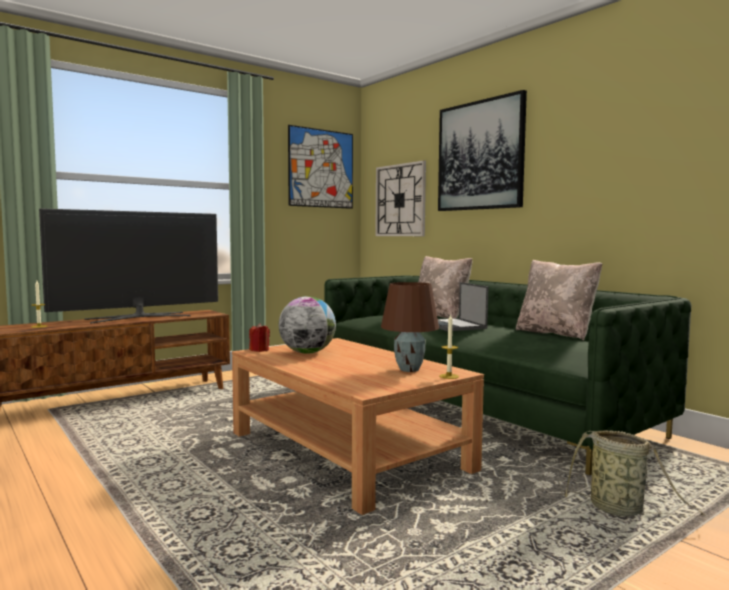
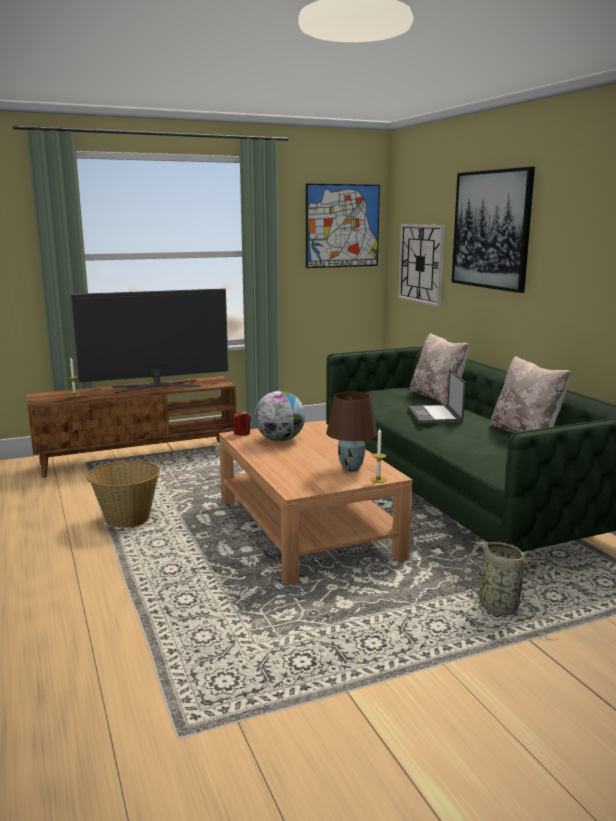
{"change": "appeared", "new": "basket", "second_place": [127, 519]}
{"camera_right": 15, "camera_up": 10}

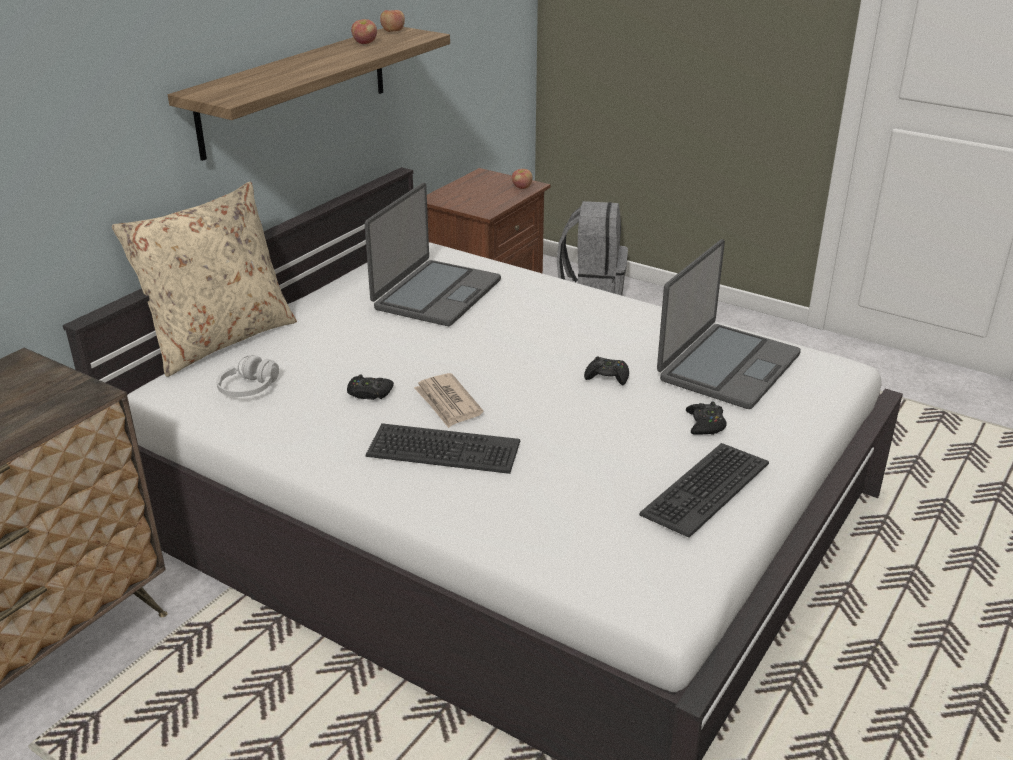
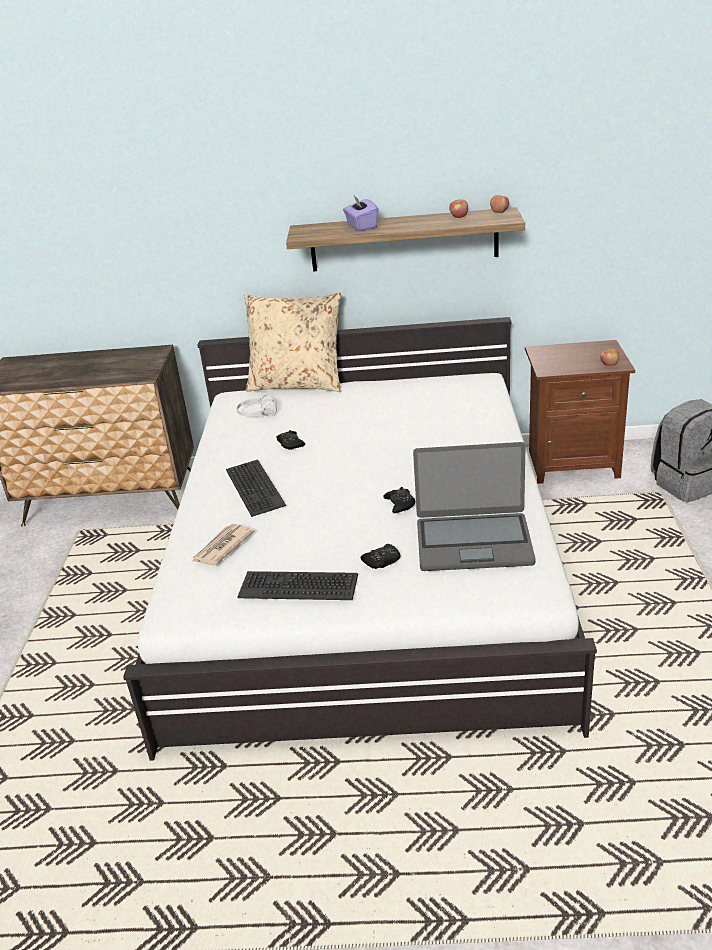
{"change": "missing", "old": "notebook computer", "first_place": [436, 294]}
{"change": "relocated", "old": "printed paper", "first_place": [448, 403], "second_place": [222, 547]}
{"change": "appeared", "new": "purplish tissue box", "second_place": [361, 226]}
{"camera_right": 60, "camera_up": 0}

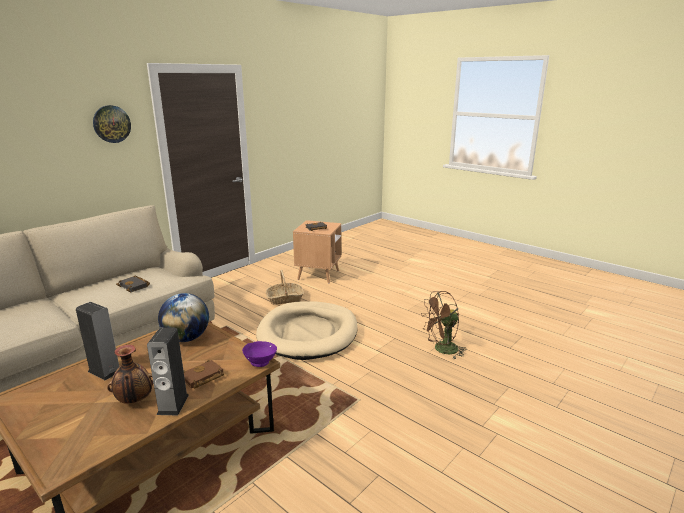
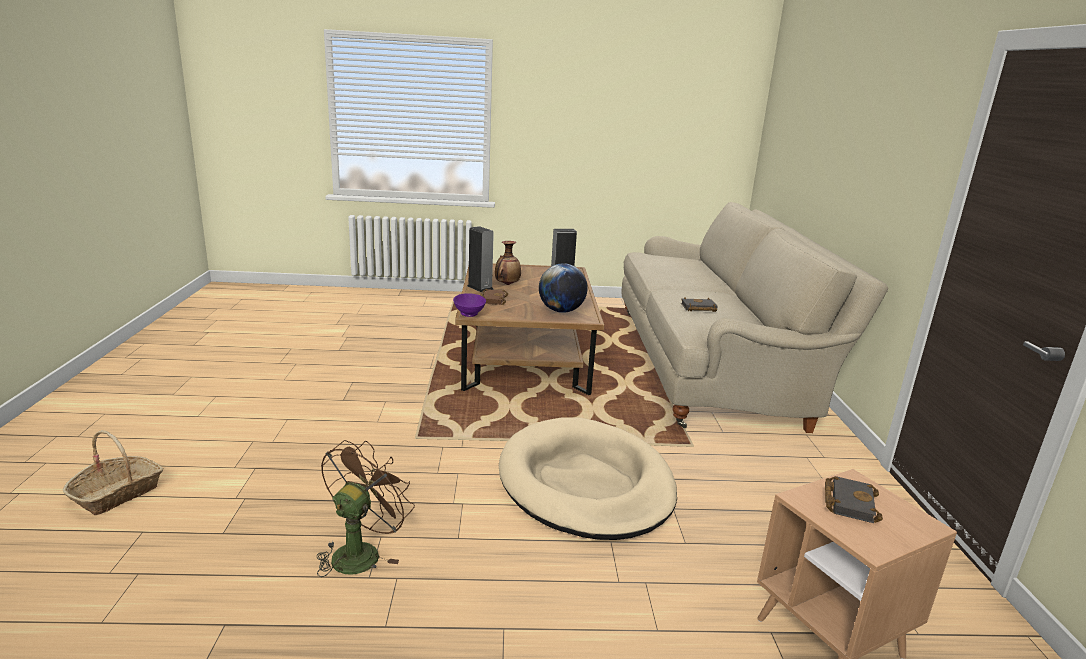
{"change": "missing", "old": "wall clock", "first_place": [111, 124]}
{"change": "relocated", "old": "basket", "first_place": [284, 299], "second_place": [117, 493]}
{"camera_right": 135, "camera_up": 0}

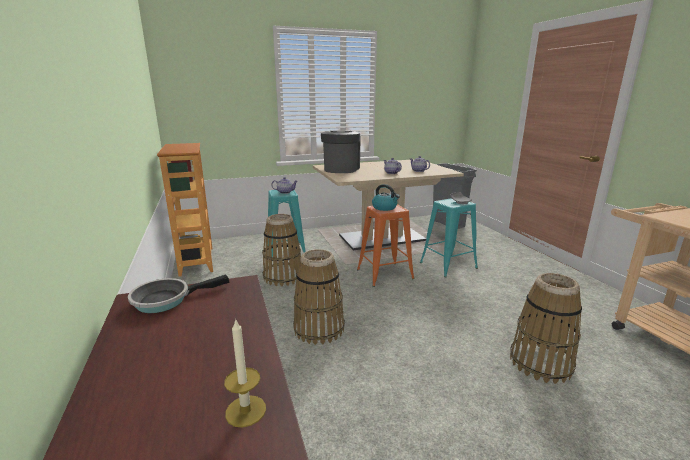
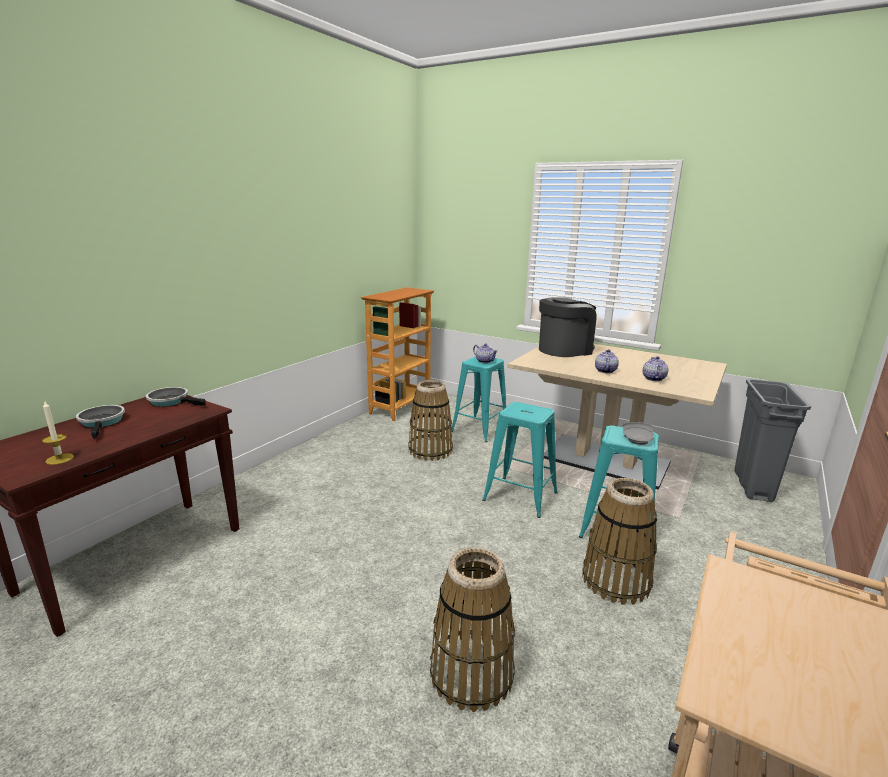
{"change": "relocated", "old": "basket", "first_place": [319, 329], "second_place": [616, 580]}
{"change": "colour", "old": "orange stool", "new": "blue-green stool", "first_place": [385, 274], "second_place": [521, 497]}
{"change": "missing", "old": "kettle", "first_place": [385, 208]}
{"change": "appeared", "new": "frying pan", "second_place": [102, 422]}
{"camera_right": 50, "camera_up": 0}

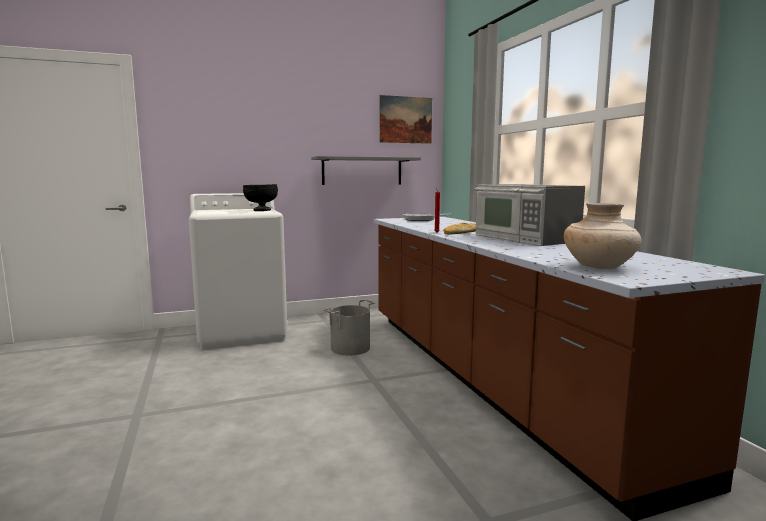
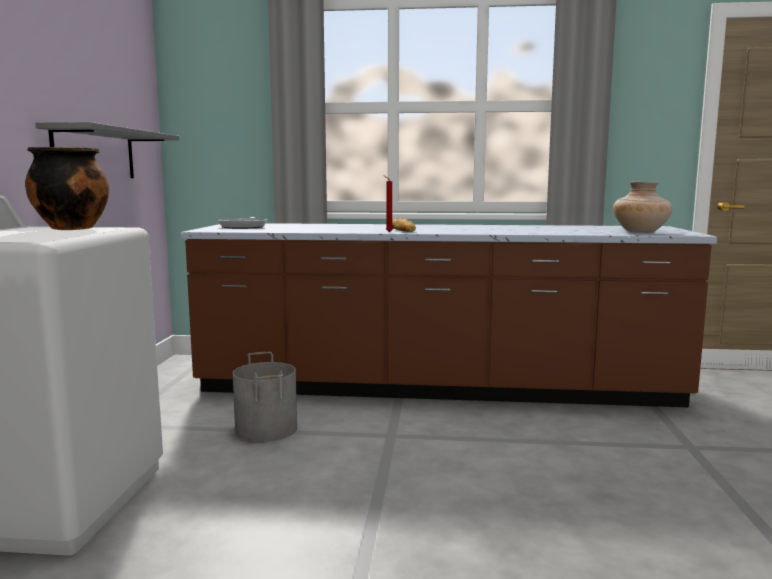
{"change": "exchanged", "old": "blackish bowl", "new": "stockpot", "first_place": [261, 210], "second_place": [71, 228]}
{"change": "missing", "old": "picture", "first_place": [405, 120]}
{"change": "missing", "old": "kitchen microwave", "first_place": [524, 238]}
{"camera_right": -65, "camera_up": 0}

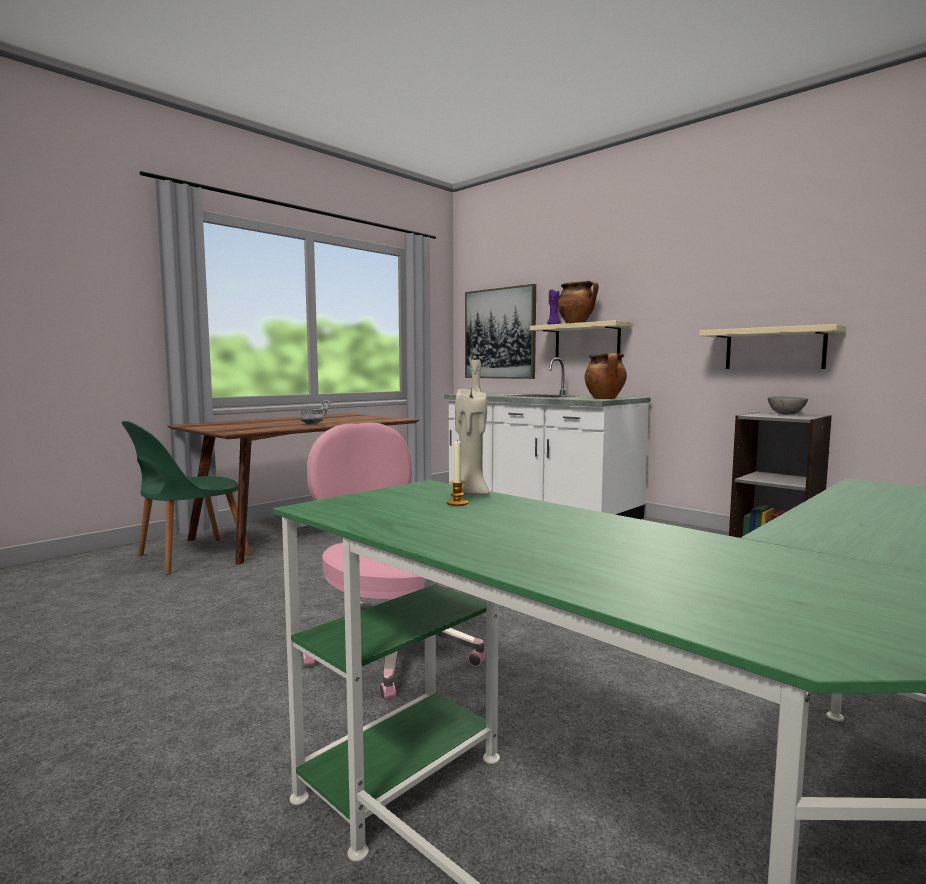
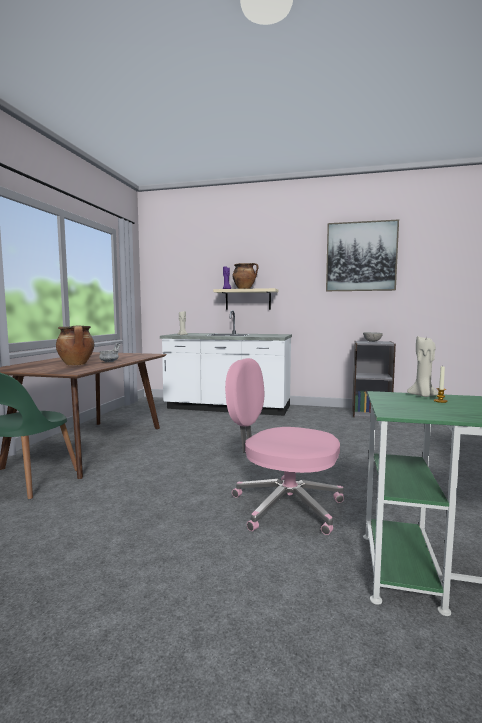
{"change": "relocated", "old": "picture", "first_place": [500, 333], "second_place": [361, 256]}
{"change": "relocated", "old": "stockpot", "first_place": [605, 399], "second_place": [76, 364]}
{"change": "missing", "old": "beige-coloured wall shelf", "first_place": [774, 349]}
{"camera_right": -30, "camera_up": 0}

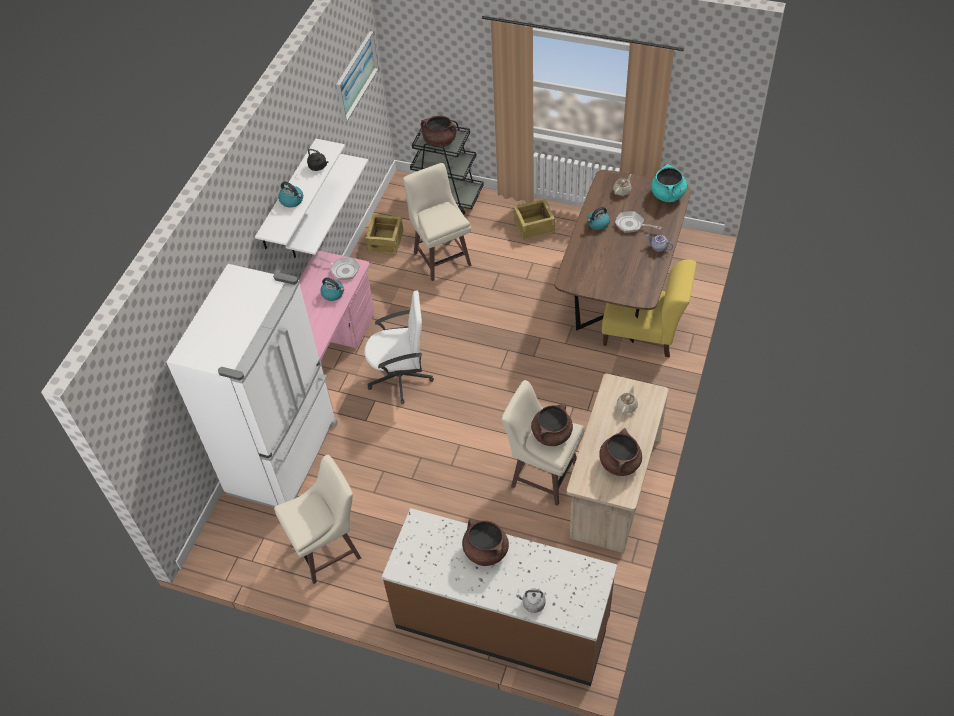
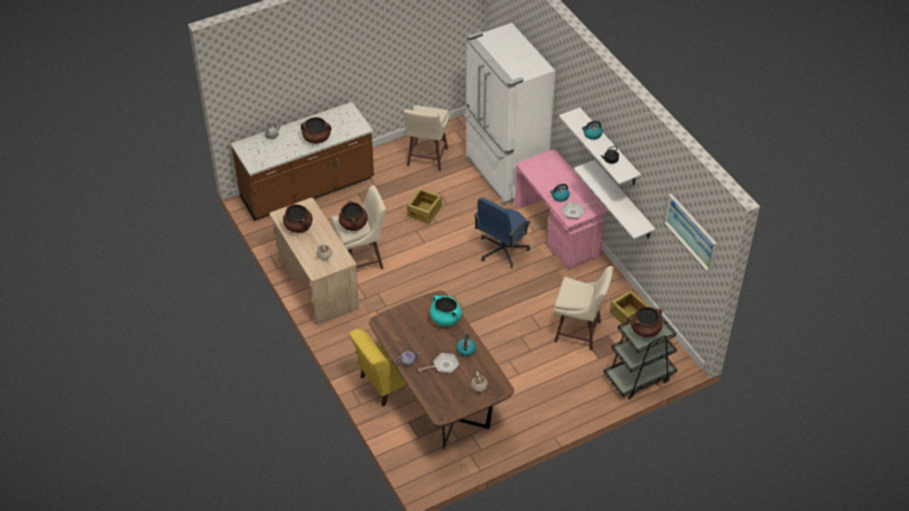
{"change": "colour", "old": "whitish office chair", "new": "bluish office chair", "first_place": [401, 377], "second_place": [502, 250]}
{"change": "relocated", "old": "shipping crate", "first_place": [533, 226], "second_place": [425, 211]}
{"change": "relocated", "old": "blue-green stockpot", "first_place": [667, 195], "second_place": [445, 319]}
{"camera_right": 130, "camera_up": -5}

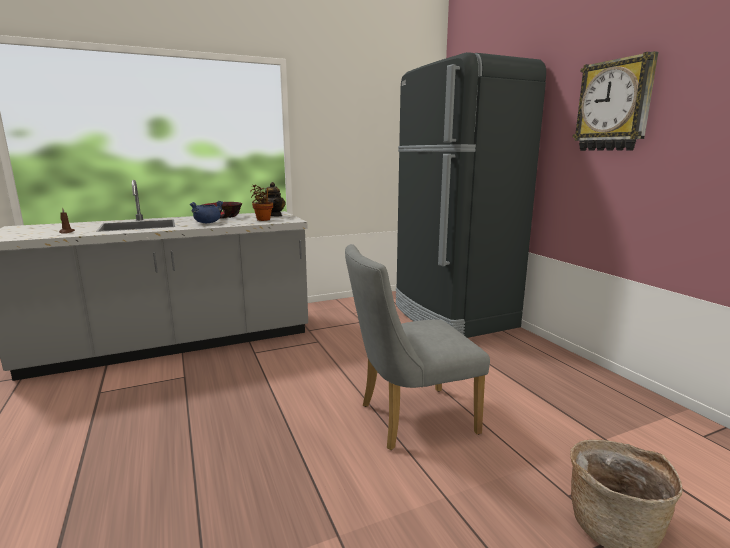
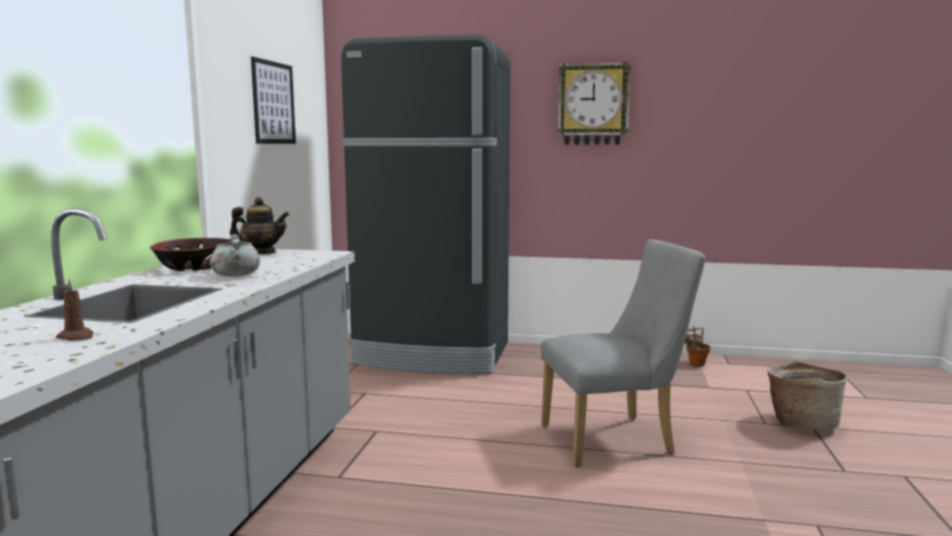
{"change": "colour", "old": "bluish stockpot", "new": "gray stockpot", "first_place": [207, 223], "second_place": [235, 275]}
{"change": "relocated", "old": "houseplant", "first_place": [263, 219], "second_place": [695, 364]}
{"change": "spun", "old": "gray chair", "first_place": [409, 419], "second_place": [616, 439], "degrees": -120}
{"change": "appeared", "new": "picture", "second_place": [273, 103]}
{"camera_right": -55, "camera_up": -5}

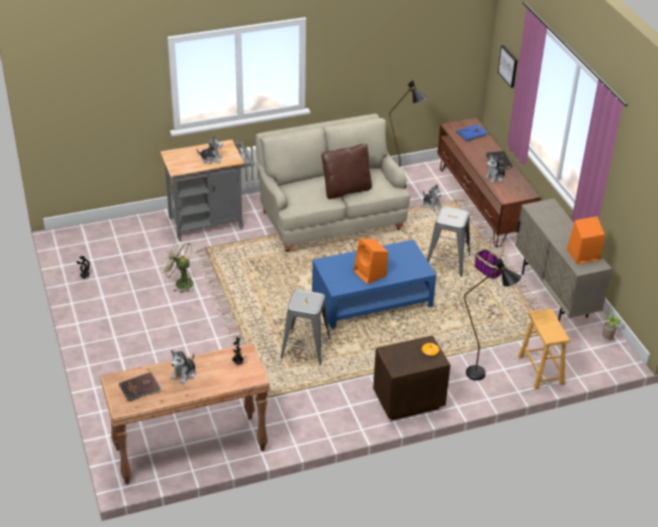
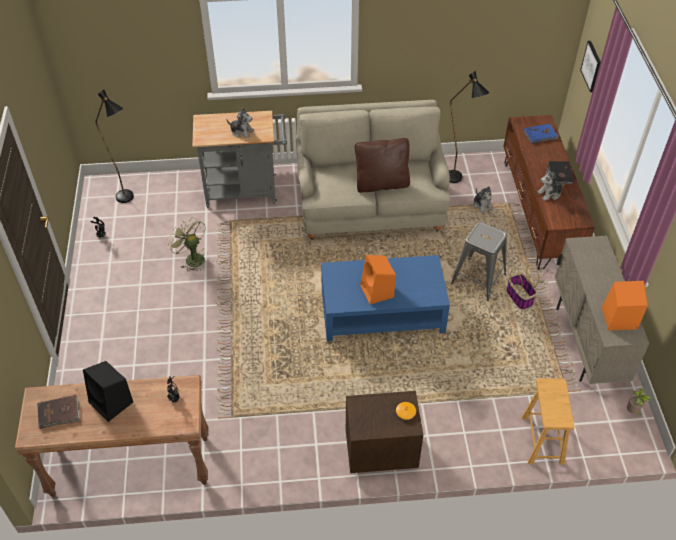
{"change": "exchanged", "old": "cuddly toy", "new": "blackish audio speaker", "first_place": [184, 374], "second_place": [112, 403]}
{"change": "missing", "old": "gray stool", "first_place": [305, 348]}
{"change": "relocated", "old": "blackish standard lamp", "first_place": [482, 376], "second_place": [129, 199]}
{"camera_right": 15, "camera_up": 10}

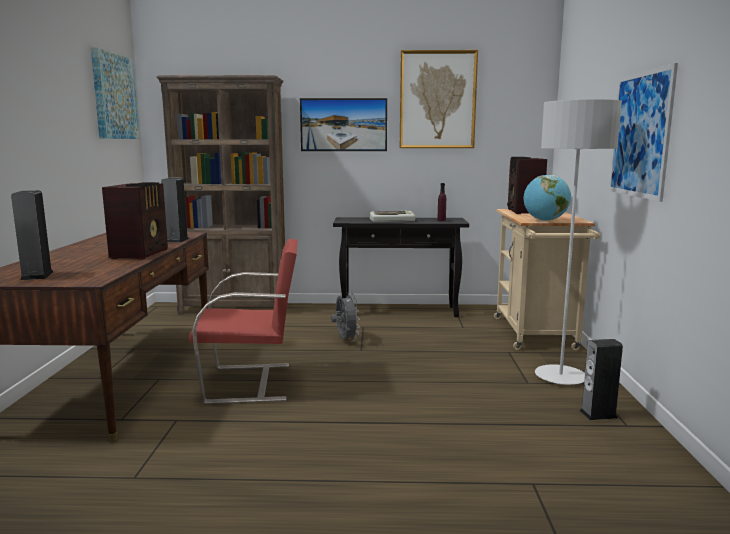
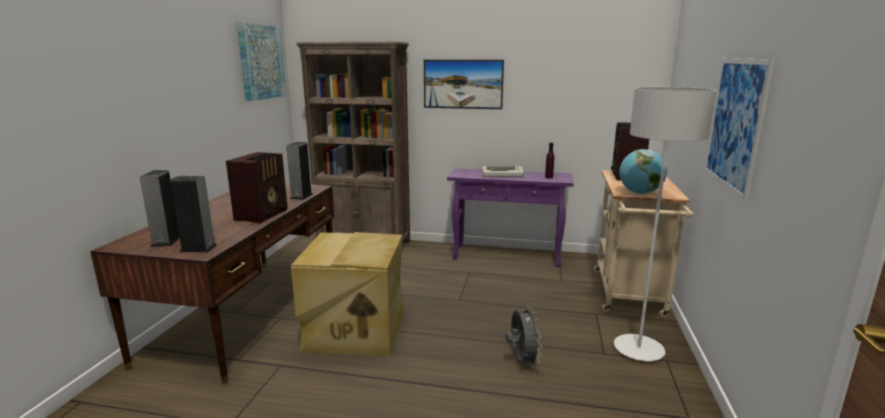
{"change": "exchanged", "old": "red-coloured chair", "new": "beige-coloured storage container", "first_place": [251, 383], "second_place": [353, 330]}
{"change": "relocated", "old": "gray fan", "first_place": [345, 340], "second_place": [521, 361]}
{"change": "colour", "old": "blackish console table", "new": "purplish console table", "first_place": [400, 311], "second_place": [507, 256]}
{"change": "missing", "old": "picture", "first_place": [437, 100]}
{"change": "relocated", "old": "audio speaker", "first_place": [598, 414], "second_place": [198, 248]}
{"camera_right": 10, "camera_up": 5}

